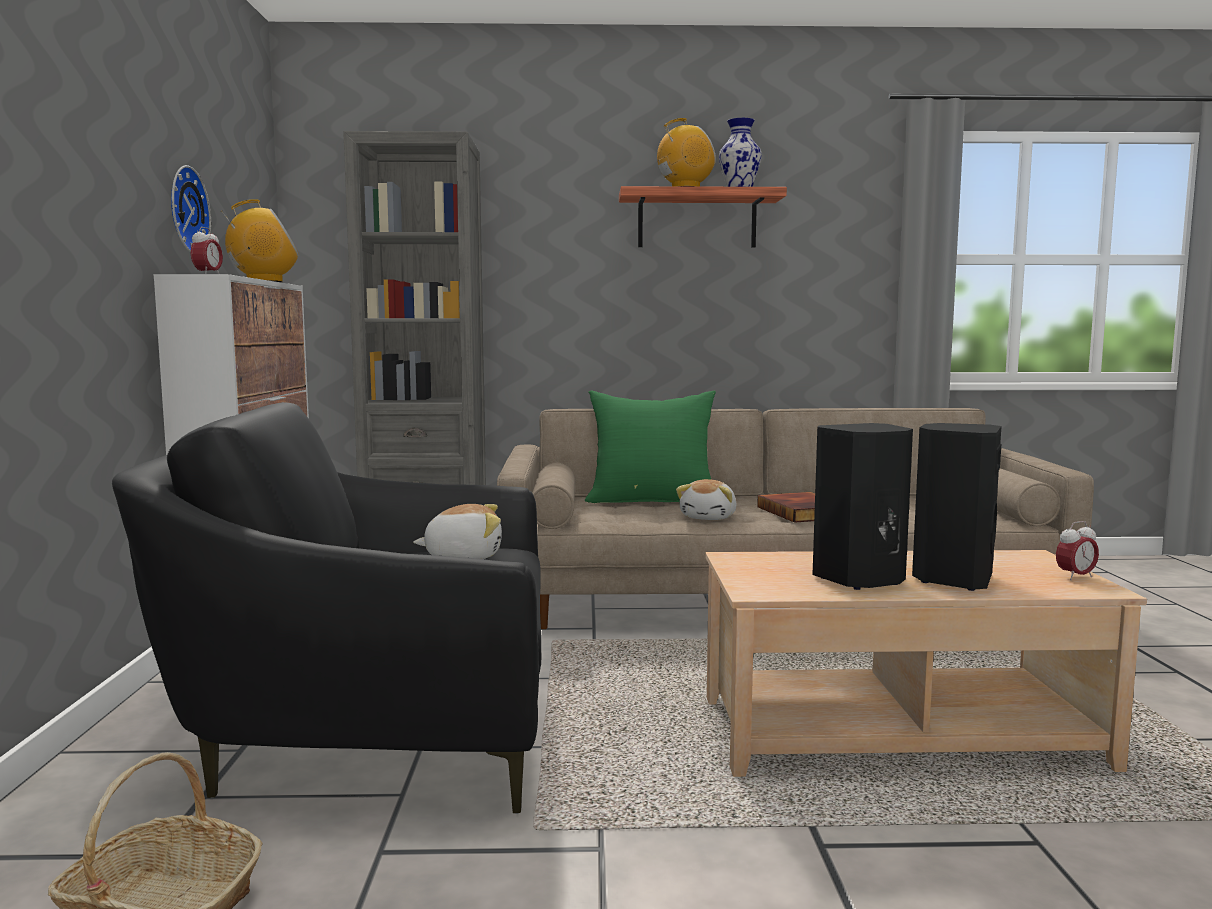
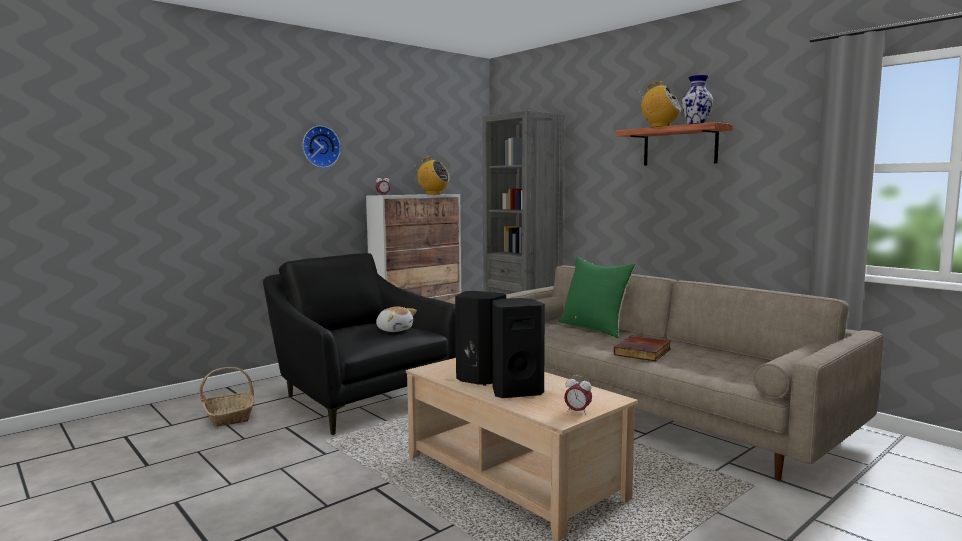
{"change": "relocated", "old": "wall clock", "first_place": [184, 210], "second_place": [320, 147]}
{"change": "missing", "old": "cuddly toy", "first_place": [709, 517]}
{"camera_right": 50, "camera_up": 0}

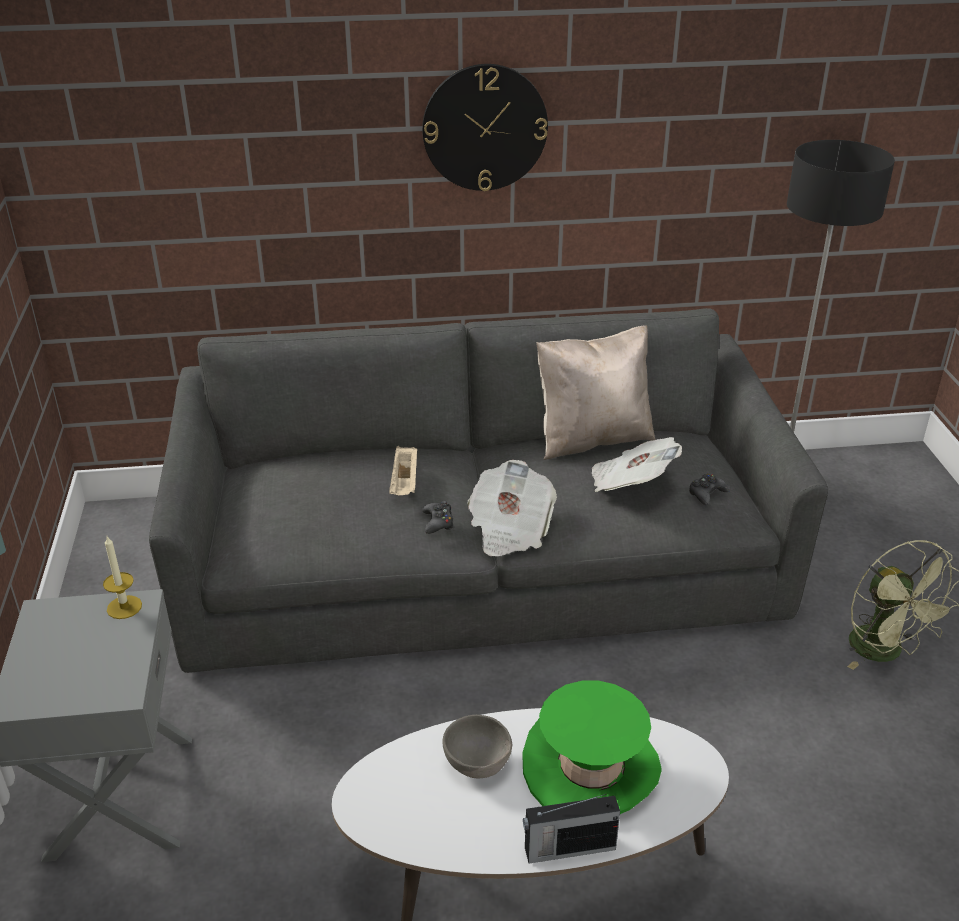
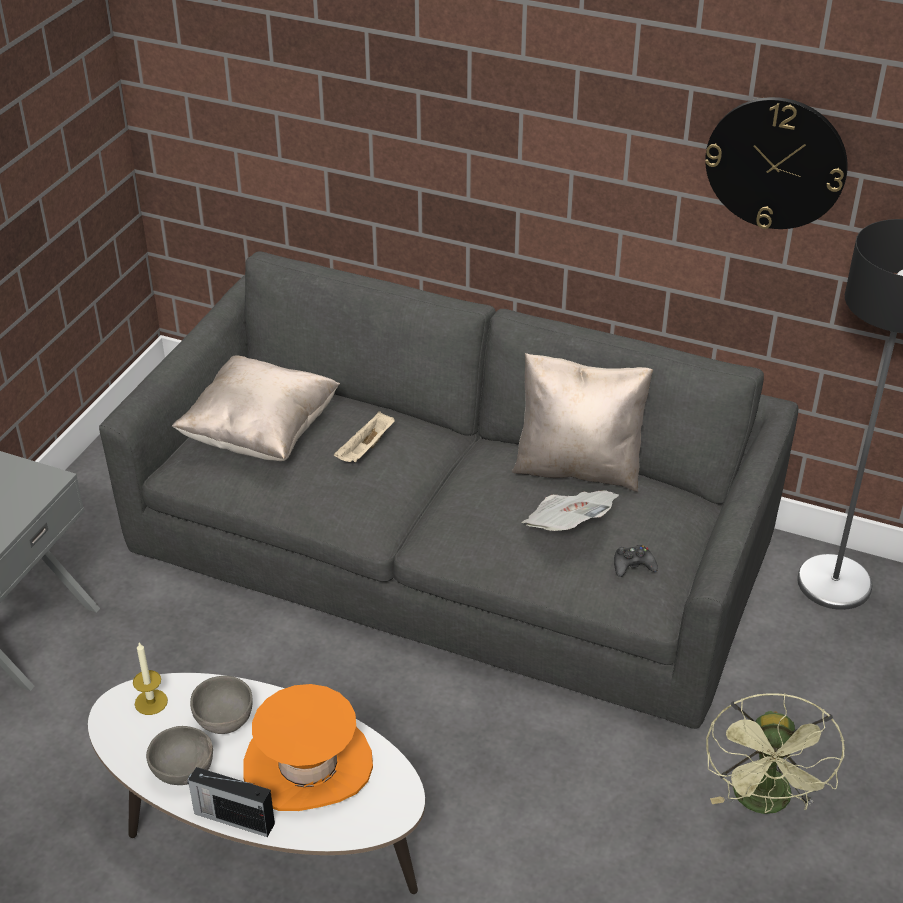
{"change": "relocated", "old": "candle", "first_place": [124, 607], "second_place": [151, 702]}
{"change": "relocated", "old": "wall clock", "first_place": [485, 128], "second_place": [776, 163]}
{"change": "missing", "old": "blackish gamepad", "first_place": [438, 522]}
{"change": "missing", "old": "printed paper", "first_place": [509, 529]}
{"change": "colour", "old": "greenish clothing hat", "new": "orange clothing hat", "first_place": [591, 767], "second_place": [308, 765]}
{"change": "appeared", "new": "gray bowl", "second_place": [184, 773]}
{"change": "appeared", "new": "beige-coloured cushion", "second_place": [261, 434]}
{"camera_right": 30, "camera_up": 5}

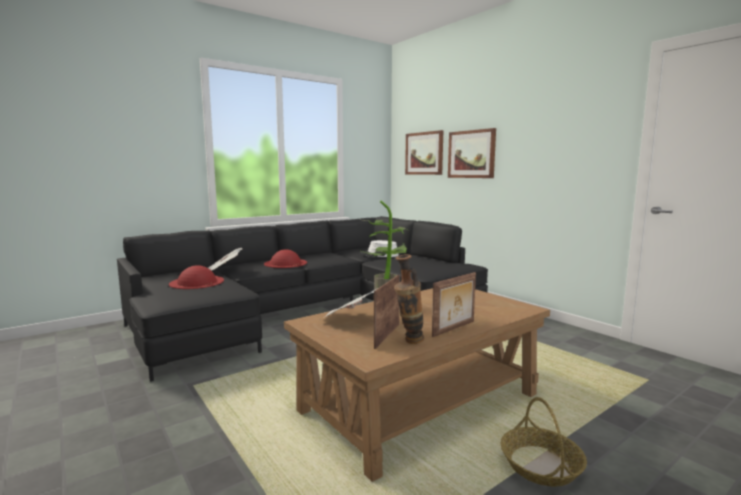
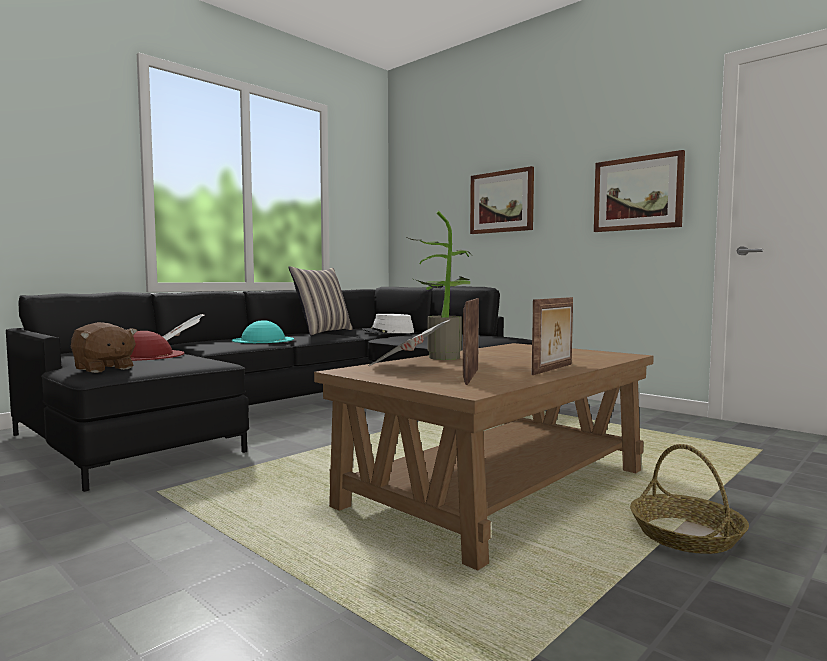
{"change": "colour", "old": "red-coloured clothing hat", "new": "blue-green clothing hat", "first_place": [285, 263], "second_place": [263, 340]}
{"change": "missing", "old": "flower vase", "first_place": [408, 342]}
{"change": "relocated", "old": "picture", "first_place": [424, 153], "second_place": [637, 193]}
{"change": "appeared", "new": "brown cuddly toy", "second_place": [103, 369]}
{"change": "appeared", "new": "cushion", "second_place": [323, 332]}
{"camera_right": -10, "camera_up": -5}

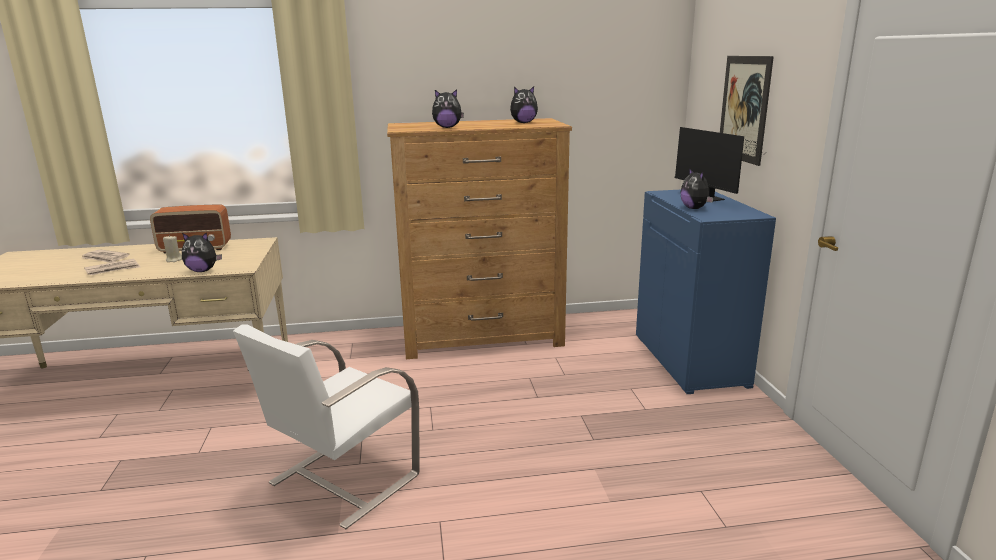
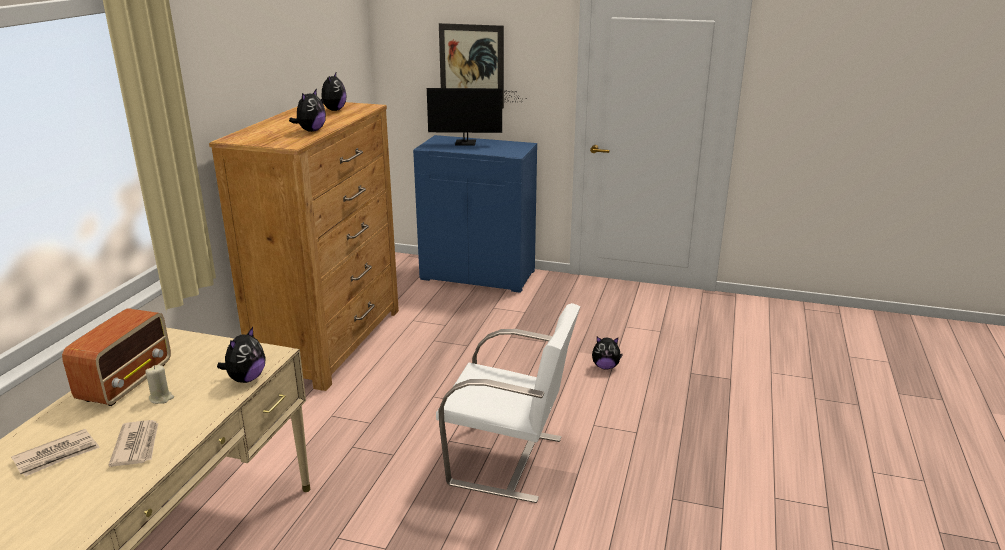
{"change": "spun", "old": "whitish chair", "first_place": [342, 480], "second_place": [508, 461], "degrees": -45}
{"change": "relocated", "old": "cuddly toy", "first_place": [695, 208], "second_place": [605, 367]}
{"camera_right": -65, "camera_up": 5}

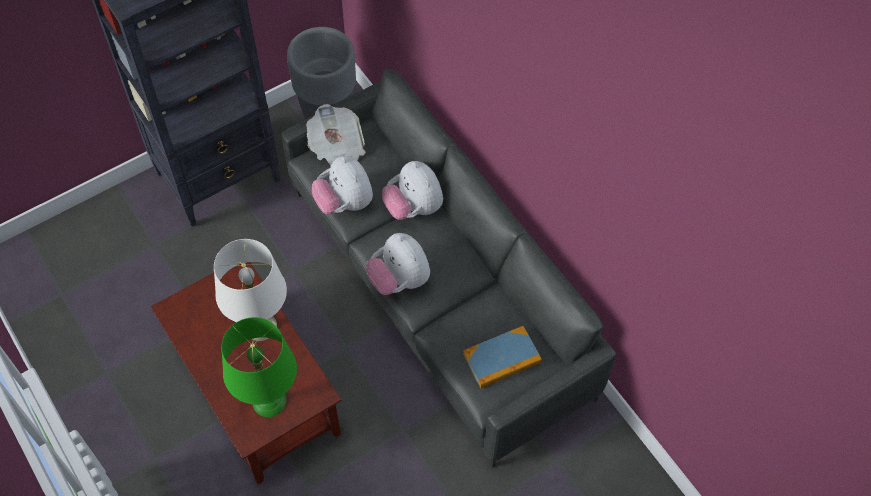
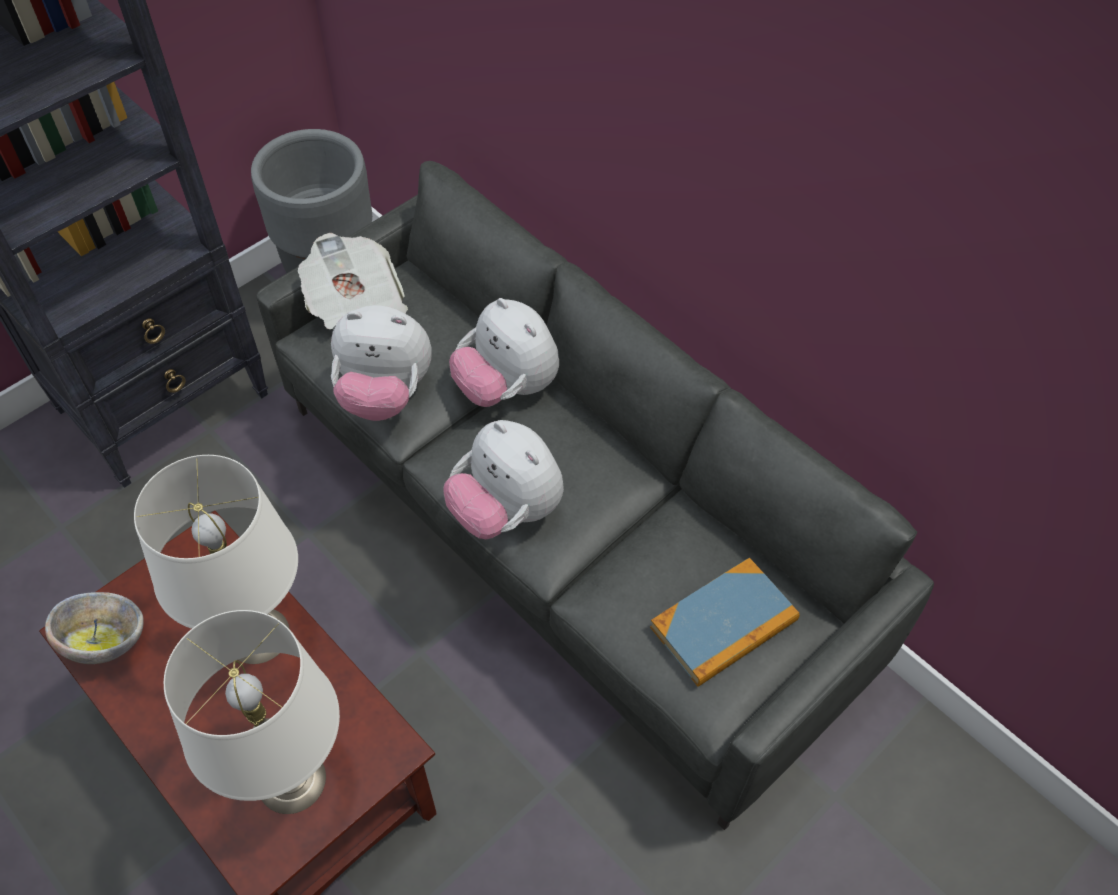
{"change": "colour", "old": "greenish table lamp", "new": "whitish table lamp", "first_place": [268, 401], "second_place": [291, 779]}
{"change": "spun", "old": "cuddly toy", "first_place": [344, 202], "second_place": [384, 394], "degrees": -45}
{"change": "appeared", "new": "bowl", "second_place": [105, 640]}
{"camera_right": -10, "camera_up": -5}

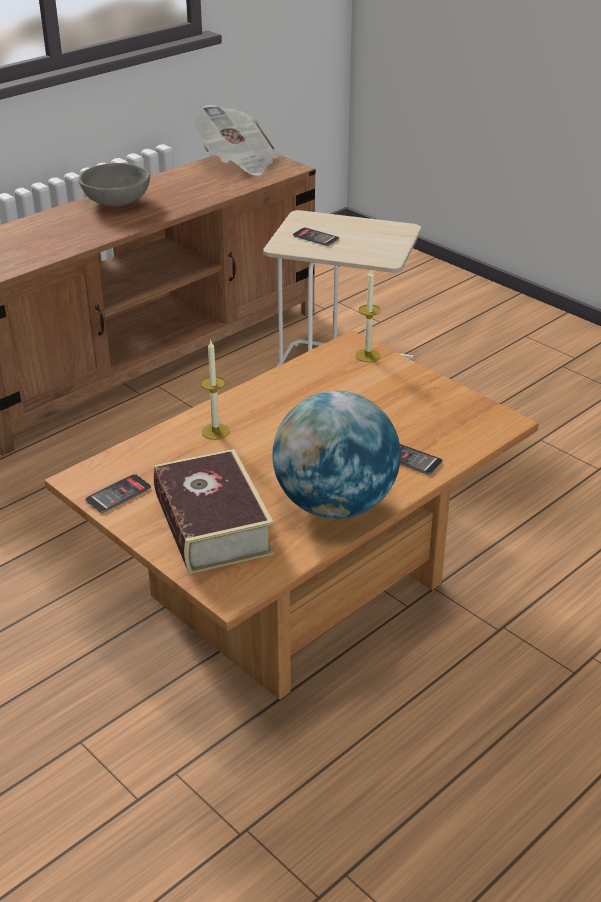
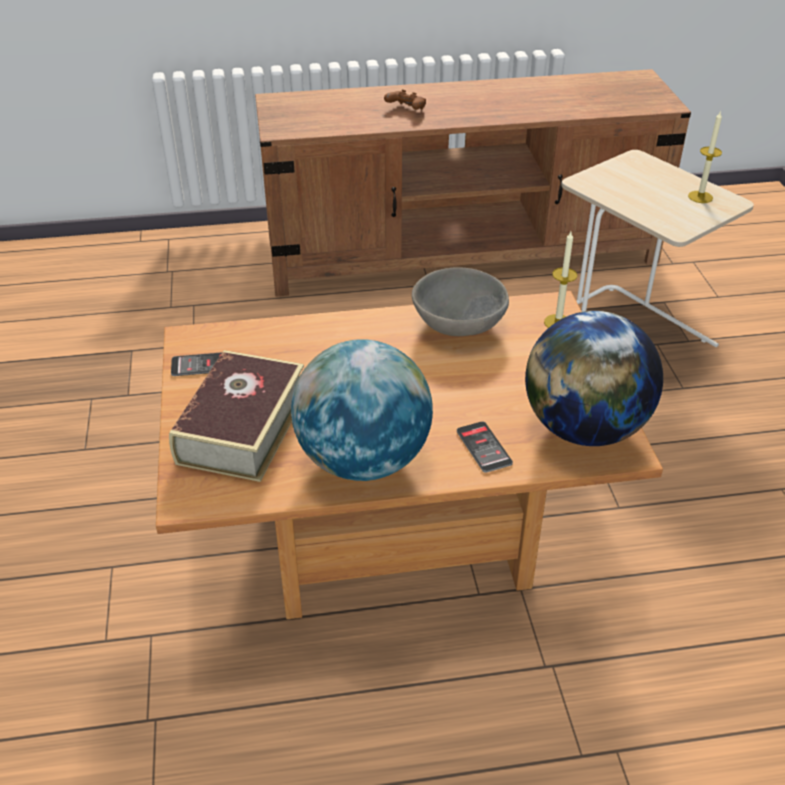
{"change": "relocated", "old": "gray bowl", "first_place": [117, 202], "second_place": [459, 324]}
{"change": "missing", "old": "printed paper", "first_place": [237, 162]}
{"change": "relocated", "old": "candle", "first_place": [215, 431], "second_place": [700, 197]}
{"change": "missing", "old": "handset", "first_place": [316, 237]}
{"change": "appeared", "new": "brown gamepad", "second_place": [406, 109]}
{"change": "appeared", "new": "desk globe", "second_place": [584, 428]}
{"camera_right": 35, "camera_up": 5}

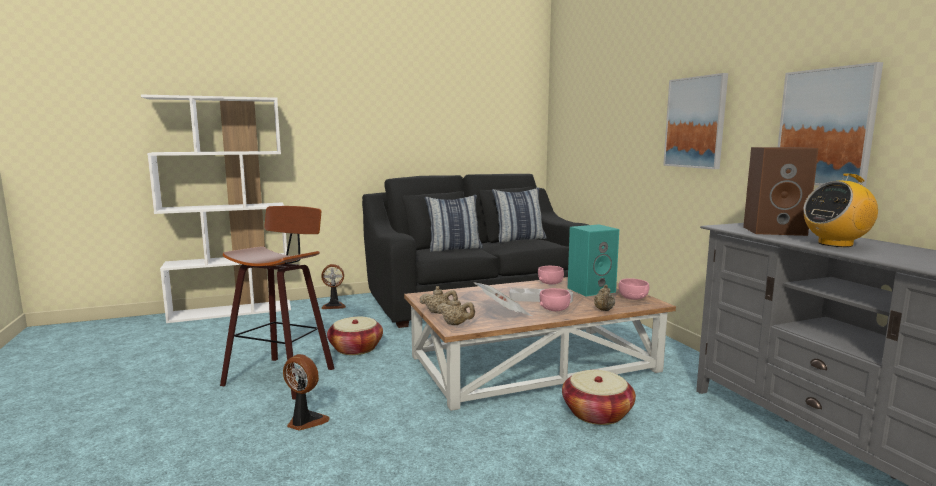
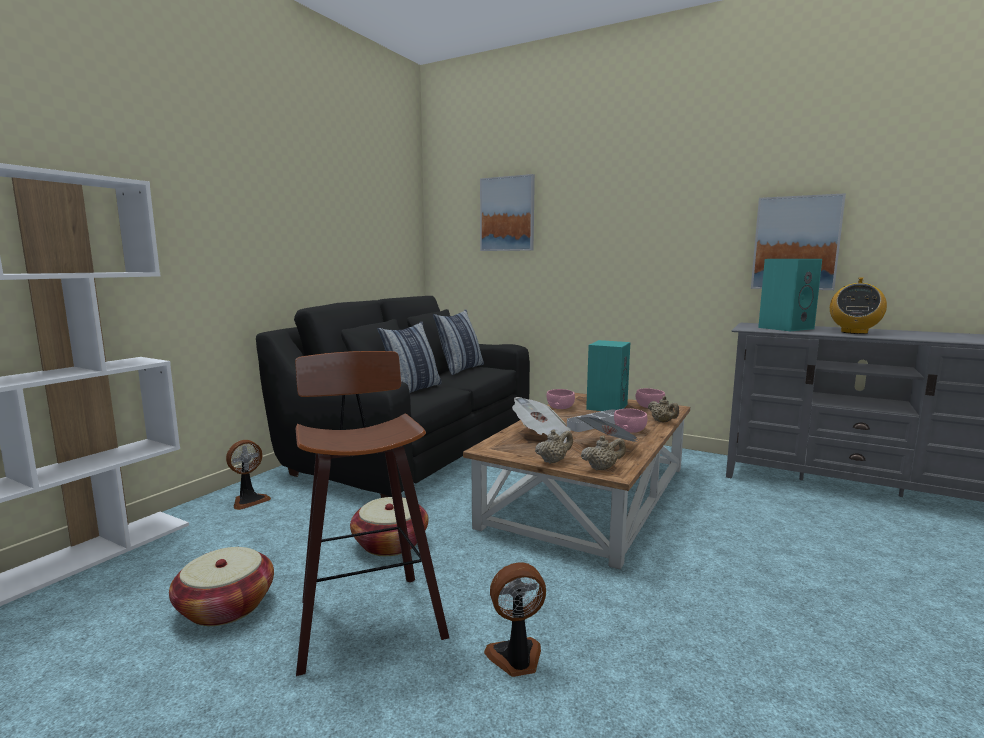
{"change": "relocated", "old": "basket", "first_place": [597, 413], "second_place": [226, 607]}
{"change": "relocated", "old": "picture", "first_place": [695, 122], "second_place": [507, 214]}
{"change": "colour", "old": "brown audio speaker", "new": "blue-green audio speaker", "first_place": [775, 231], "second_place": [785, 328]}
{"change": "appeared", "new": "printed paper", "second_place": [542, 435]}
{"camera_right": -40, "camera_up": 0}

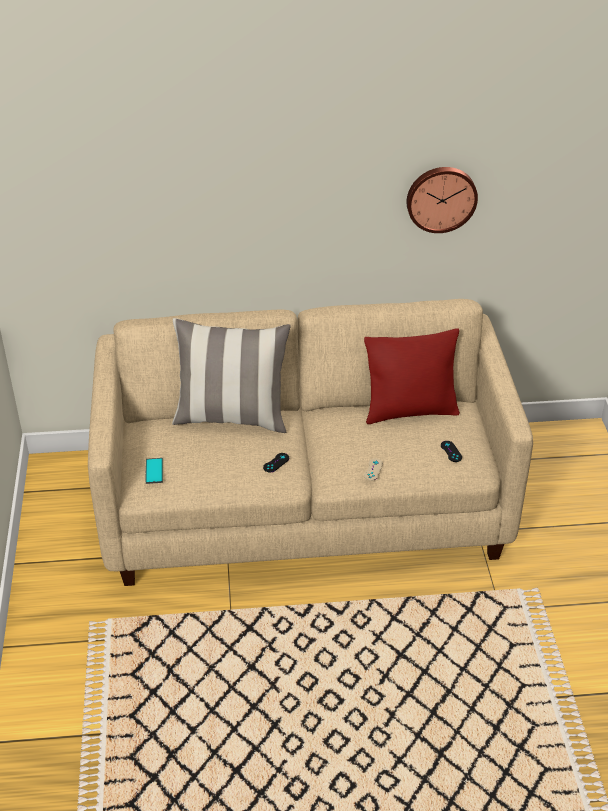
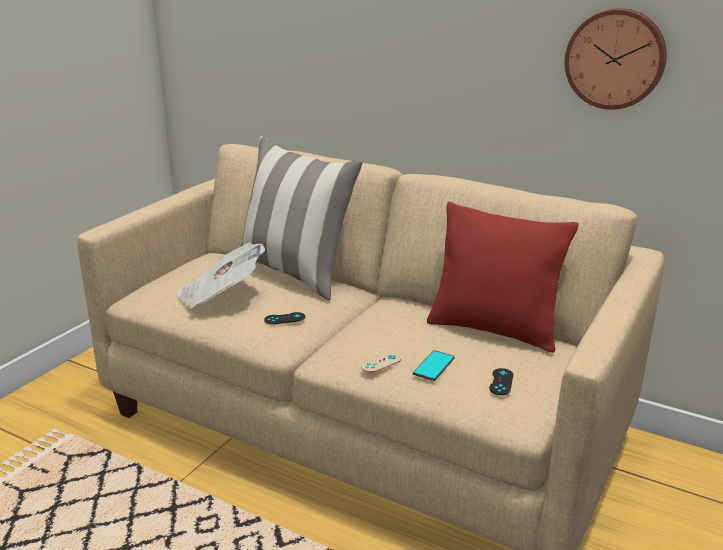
{"change": "relocated", "old": "handset", "first_place": [154, 471], "second_place": [433, 366]}
{"change": "appeared", "new": "printed paper", "second_place": [220, 296]}
{"camera_right": 35, "camera_up": -15}

